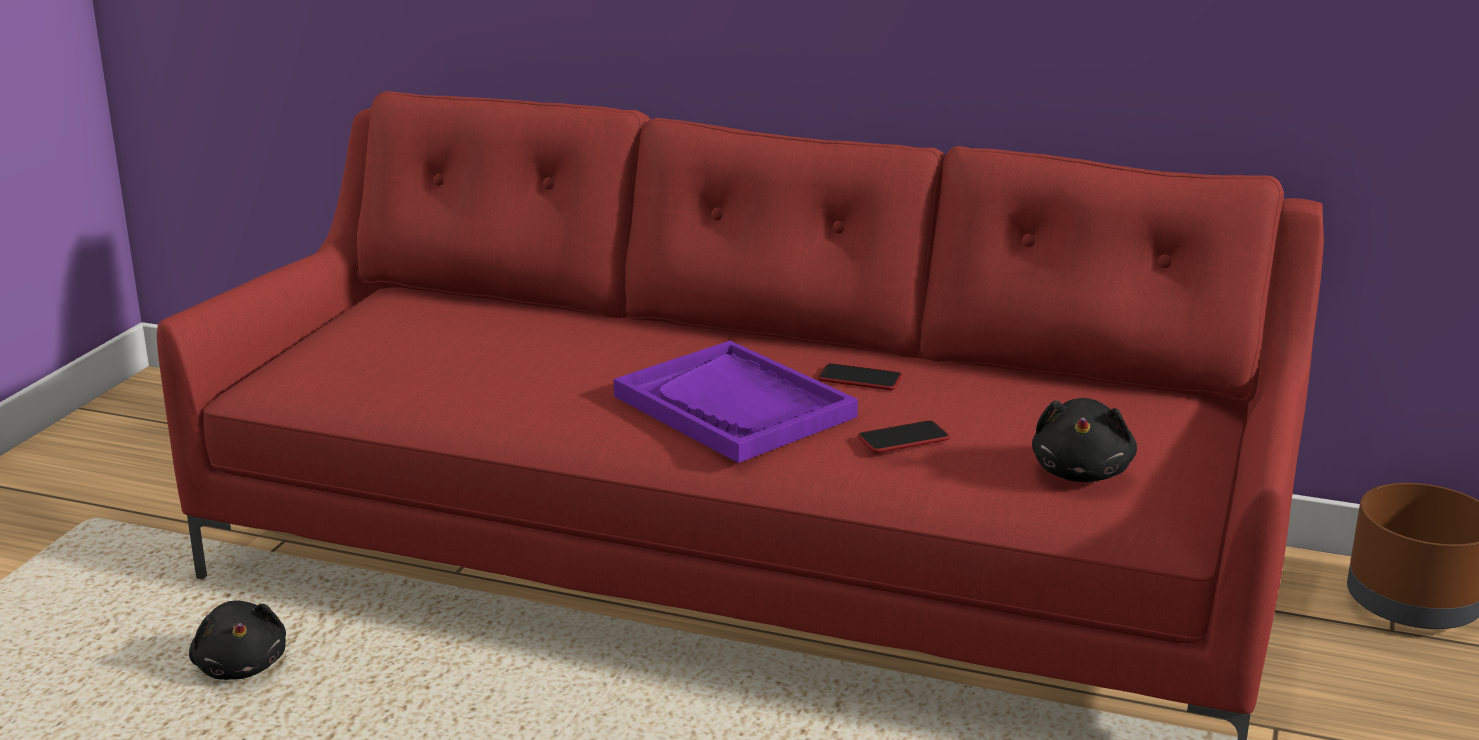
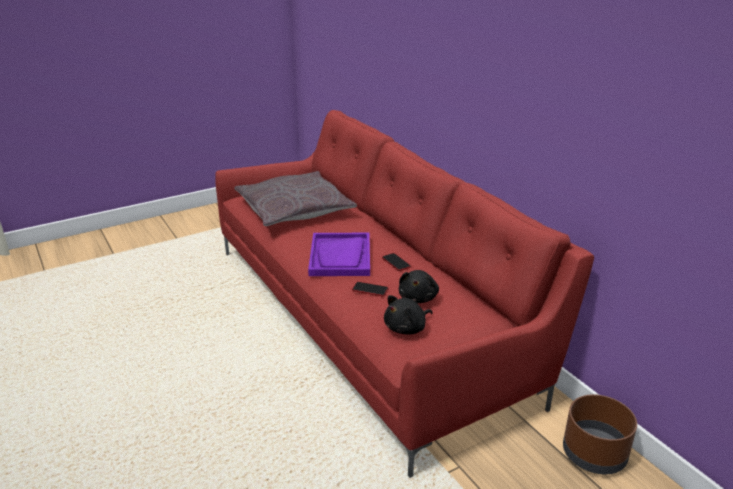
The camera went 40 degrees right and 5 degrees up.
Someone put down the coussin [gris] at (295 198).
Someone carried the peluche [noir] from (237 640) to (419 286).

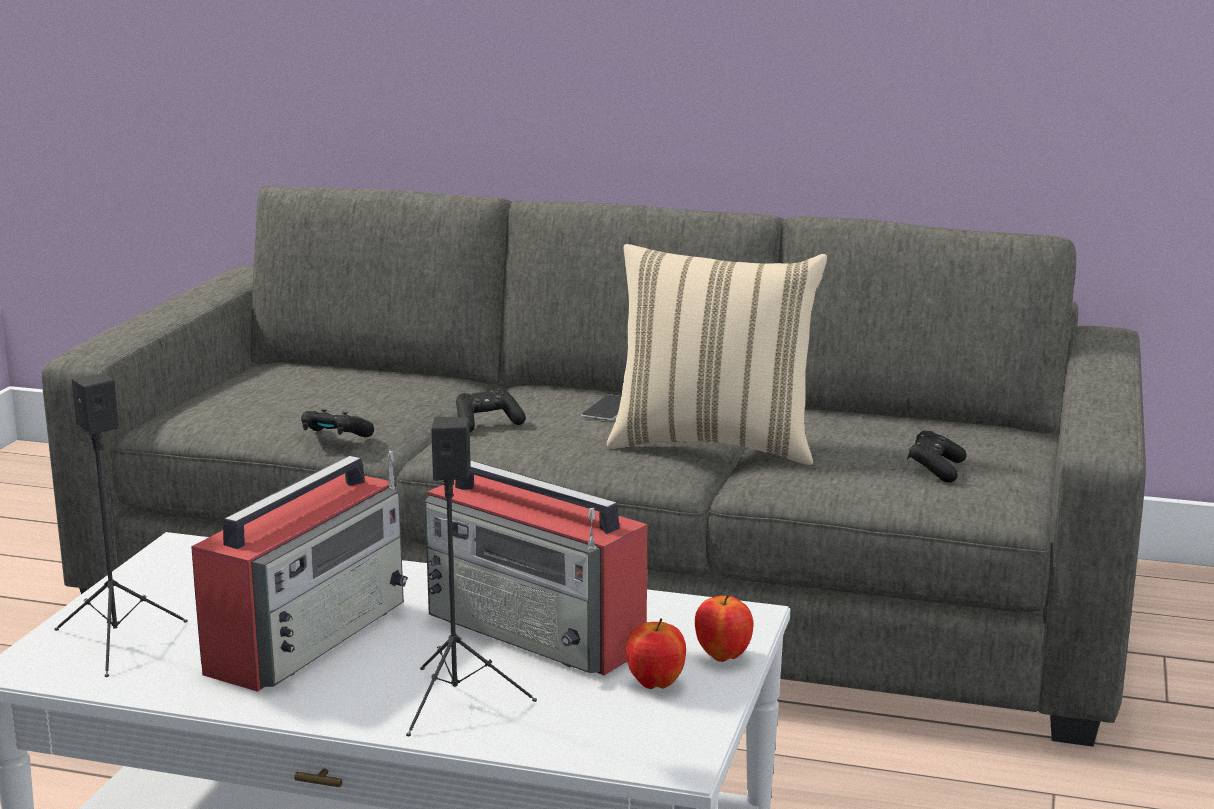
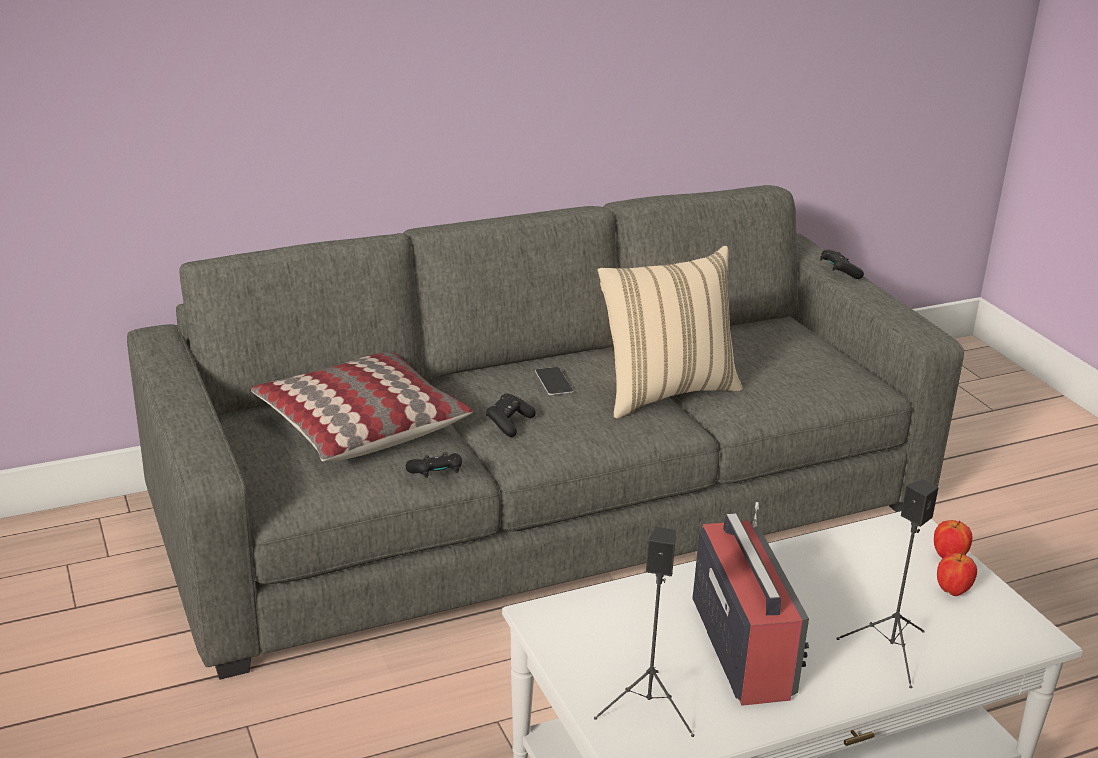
The camera went 40 degrees left and 10 degrees up.
Someone put down the coussin at (362 407).
Someone carried the manette [noir] from (936 456) to (842 264).
Someone took away the radio at (536 567).

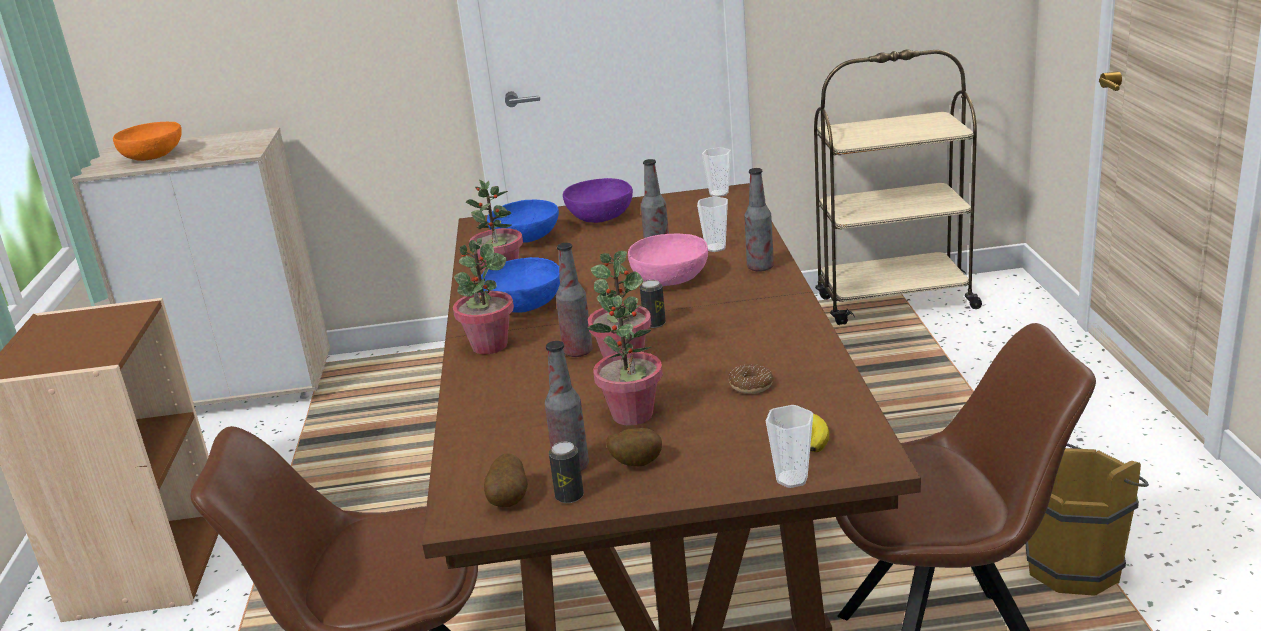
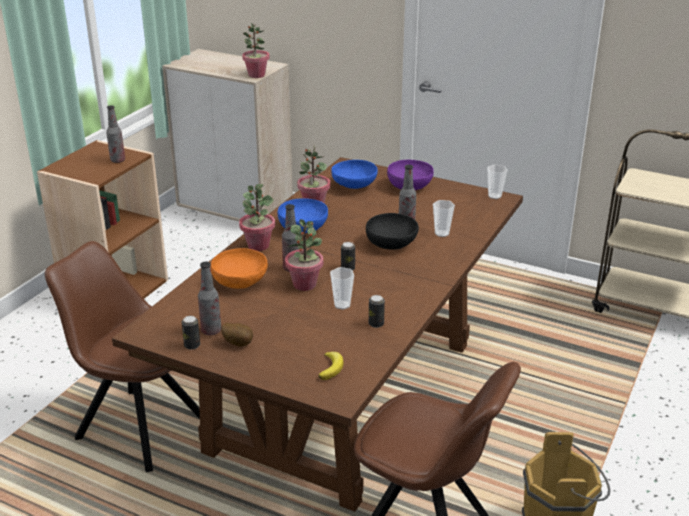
The camera went 30 degrees right and 5 degrees up.
Someone carried the bouteille from (759 220) to (115 134).
Someone carried the bol [orange] from (147 141) to (239 268).
Someone carried the plante en pot from (625 360) to (256 50).
Someone carried the tasse from (789 446) to (342 288).
Someone repainted the bol [rose] at (668 260), which became the bol [noir] at (392 231).
Someone put down the boîte métallique at (377 311).
Someone took away the pomme de terre at (506 480).
Someone took away the beignet at (751 379).

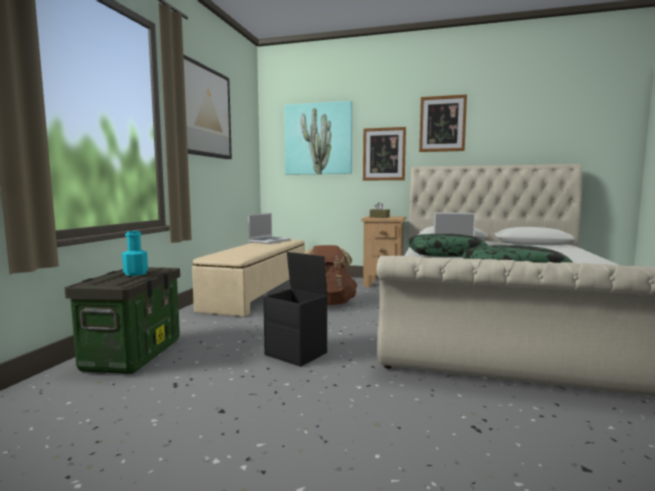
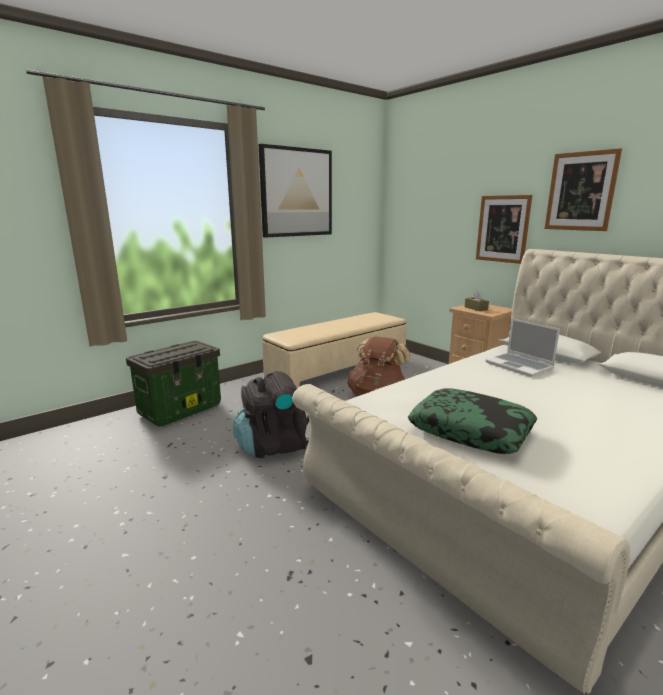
The camera went 35 degrees right and 10 degrees up.
Someone swapped the boîte de rangement [noir] at (295 309) for the sac à dos [noir] at (271 414).
Someone took away the bouteille [turquoise] at (135 253).
Someone took away the ordinateur portable at (269 228).
Someone took away the tableau at (318 138).
Someone took away the coussin at (447 245).

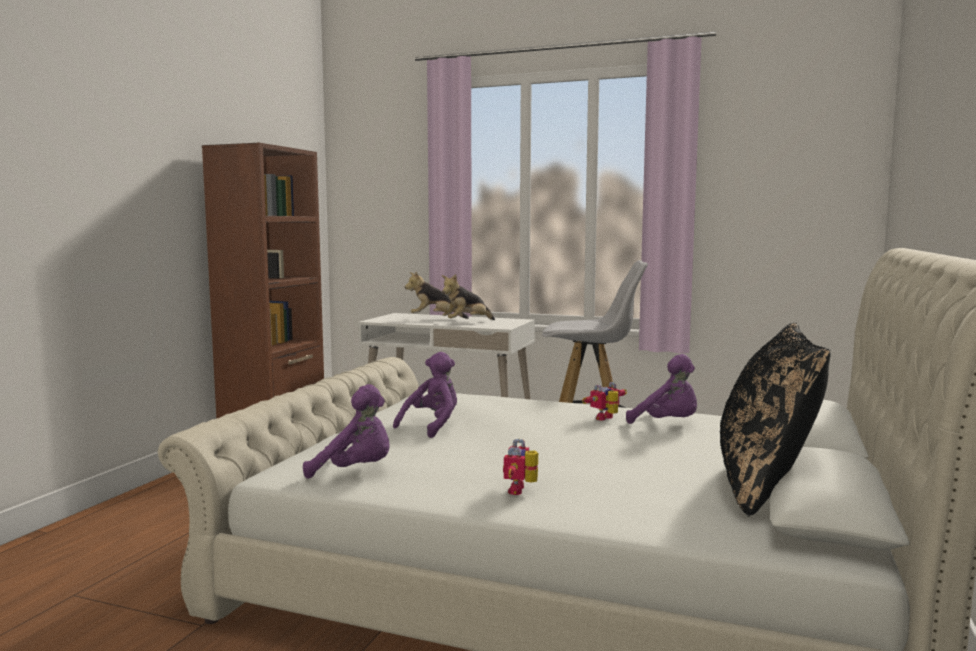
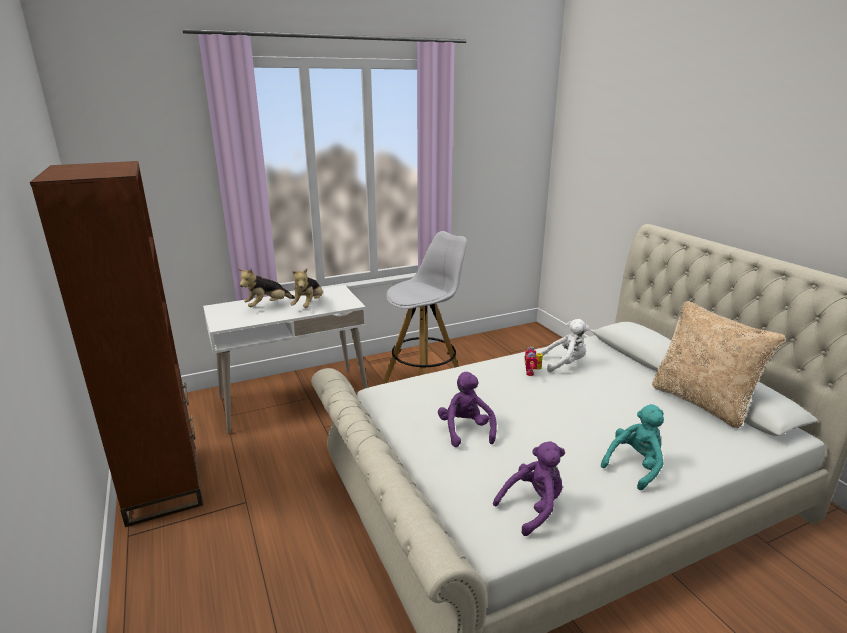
The camera went 45 degrees left and 15 degrees up.
Someone repainted the peluche [violet] at (661 389), which became the peluche [blanc] at (564 346).
Someone swapped the robot jouet at (520 467) for the peluche [turquoise] at (632 447).
Someone repainted the coussin [noir] at (775 419), which became the coussin [beige] at (719 365).

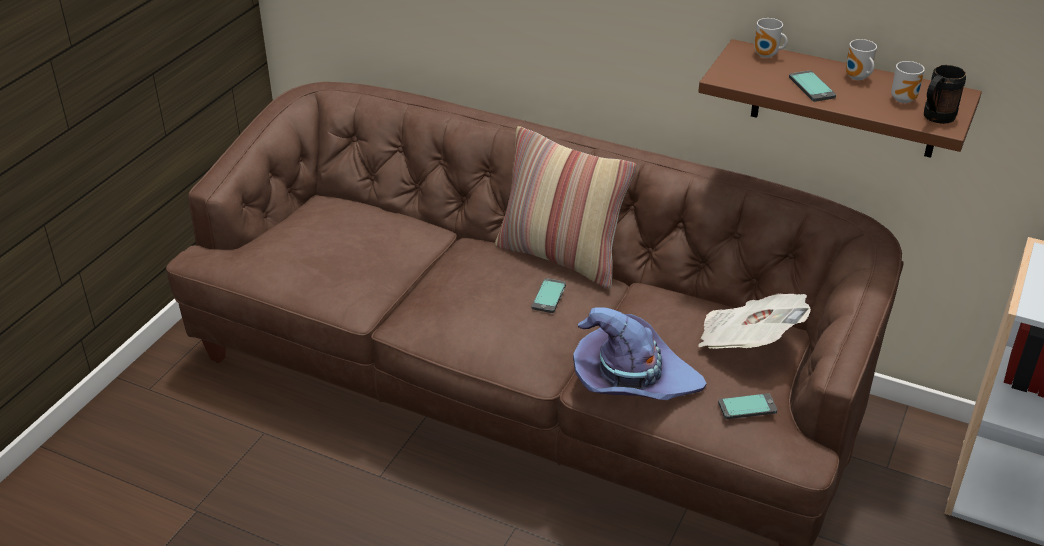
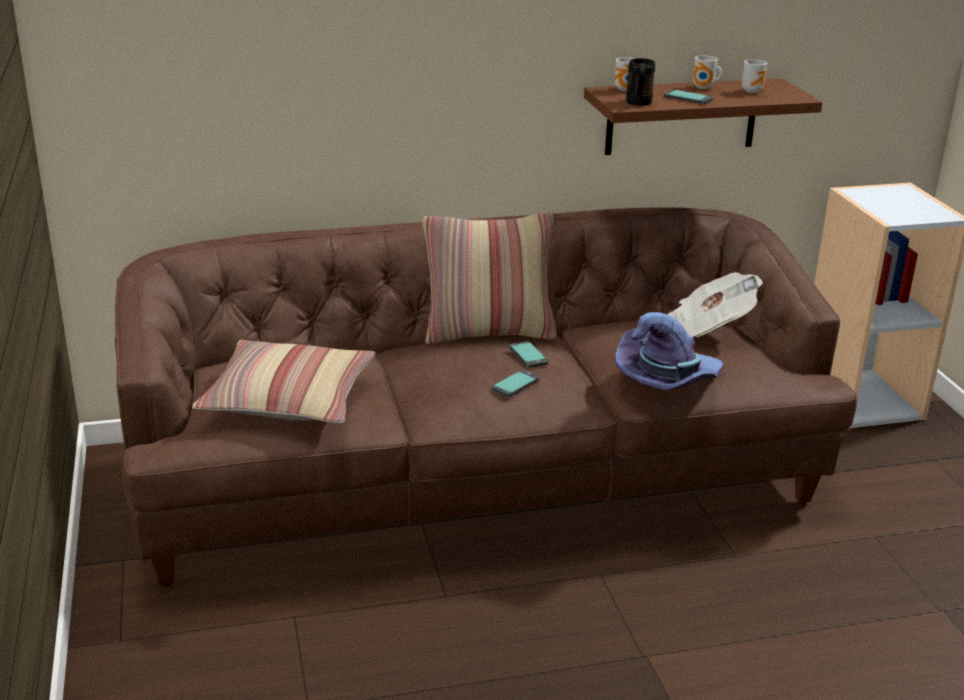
The camera went 40 degrees left and 10 degrees down.
Someone put down the coussin at (284 382).
Someone carried the téléphone from (747 406) to (516 383).
Someone carried the mug [noir] from (945 94) to (640 82).

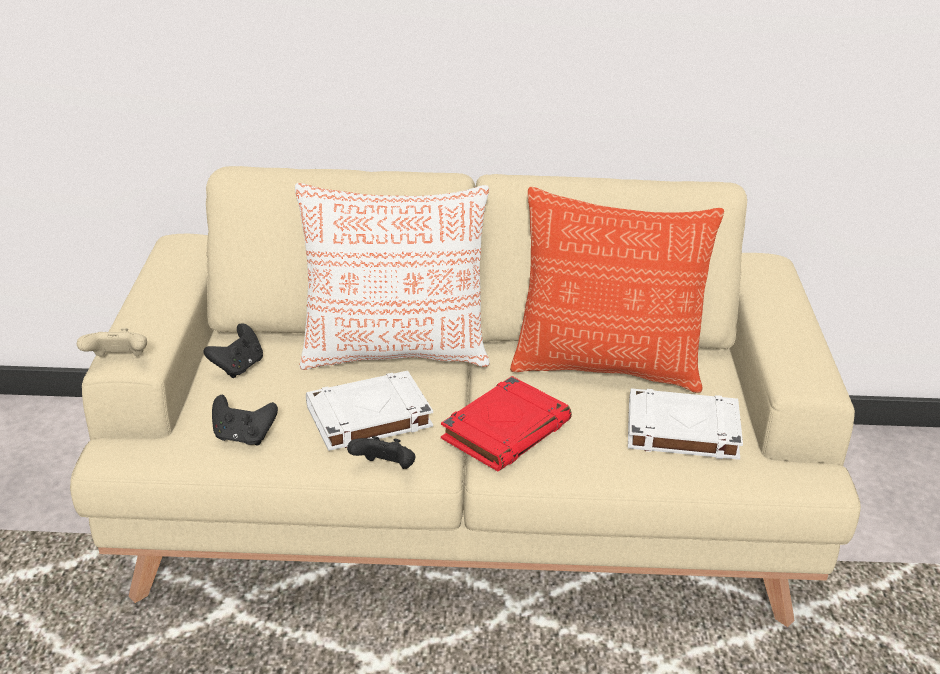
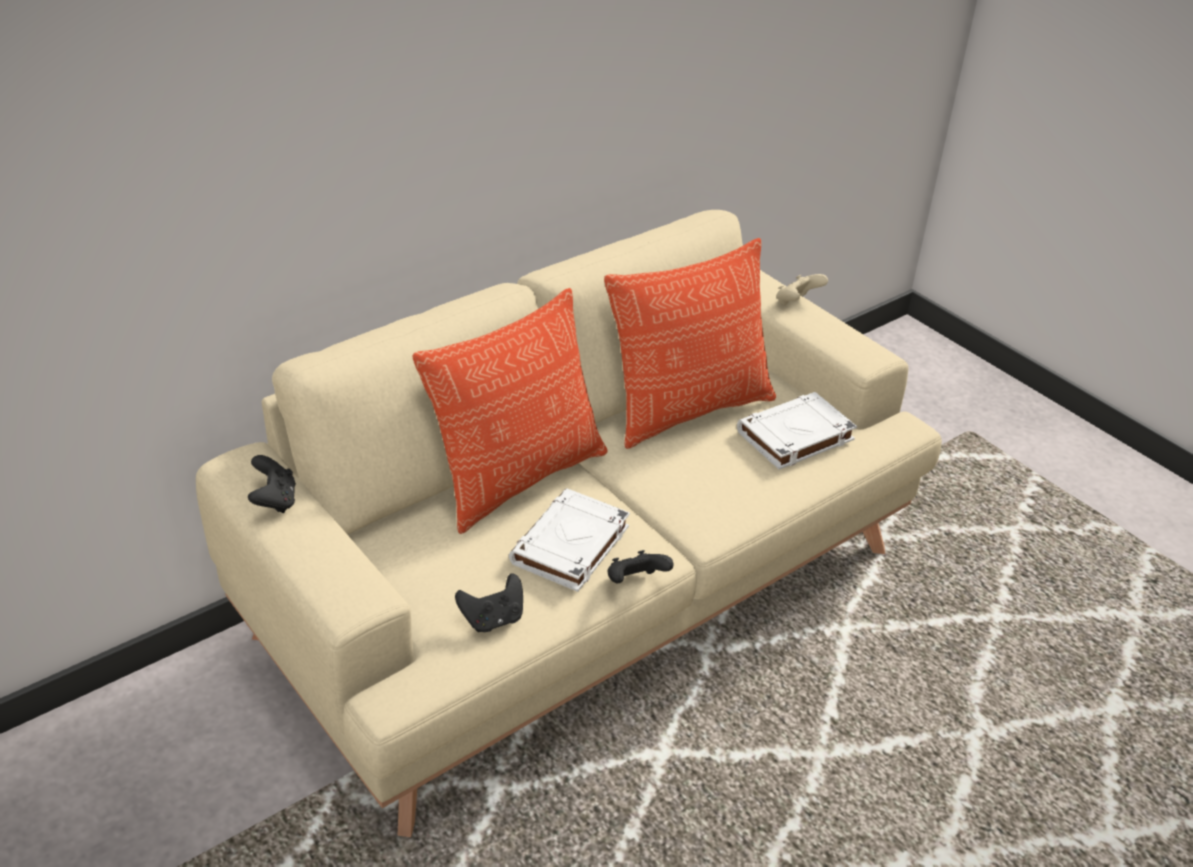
The camera went 40 degrees left and 5 degrees up.
Someone carried the manette [noir] from (233 350) to (272 484).
Someone repainted the coussin [blanc] at (392 276), which became the coussin [orange] at (510 411).
Someone carried the manette [beige] from (112 342) to (802 289).
Someone took away the livre [rouge] at (506 423).

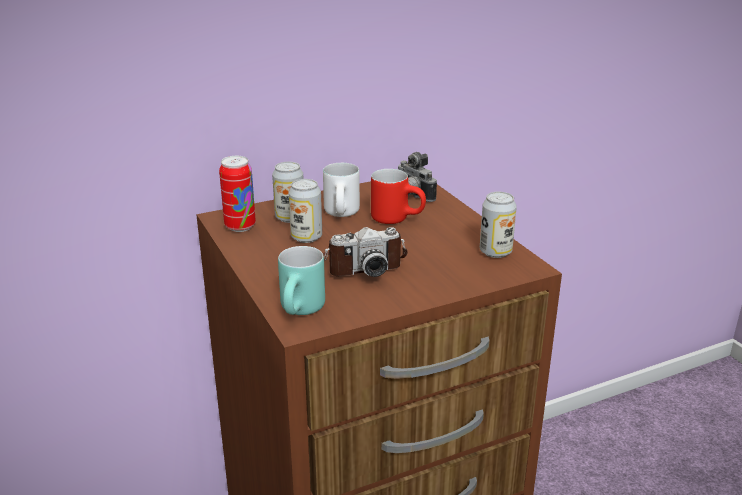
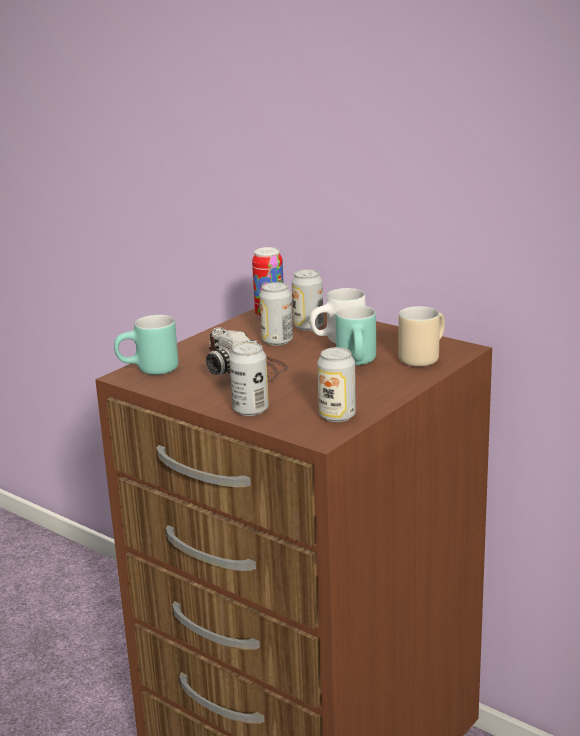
The camera went 65 degrees right and 5 degrees down.
Someone put down the boîte métallique at (249 379).
Someone repainted the mug [rouge] at (398 196), which became the mug [turquoise] at (355 335).
Someone swapped the appareil photo at (417 177) for the mug [beige] at (422 336).

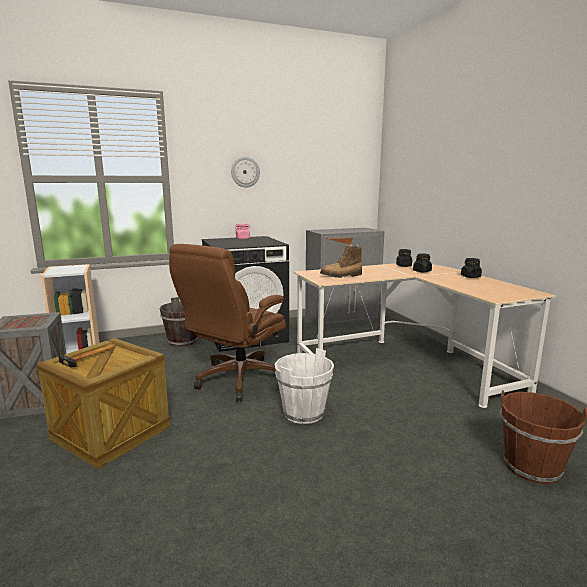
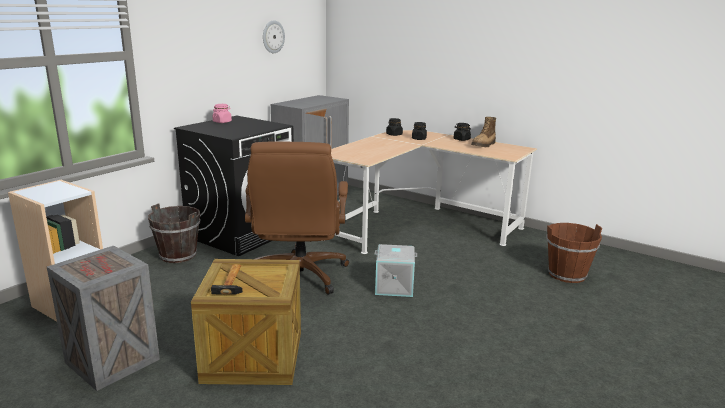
The camera went 35 degrees left and 5 degrees up.
Someone carried the horloge murale from (245 172) to (274 36).
Someone swapped the seau [blanc] at (304 386) for the boîte de rangement [gris] at (396 270).
Someone carried the botte from (341 262) to (483 132).

